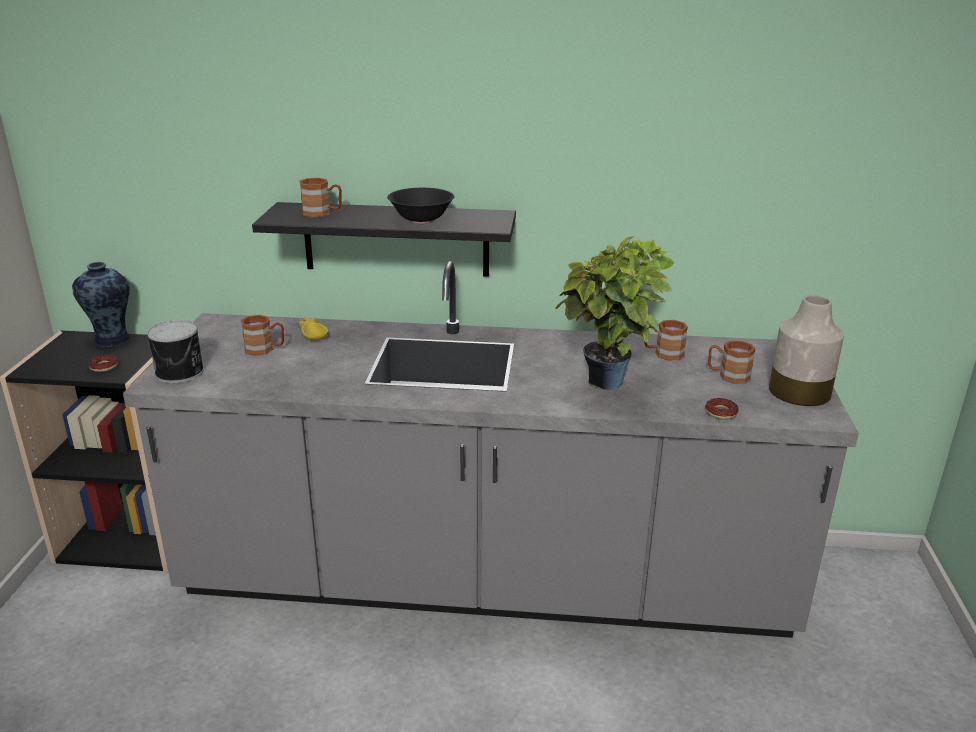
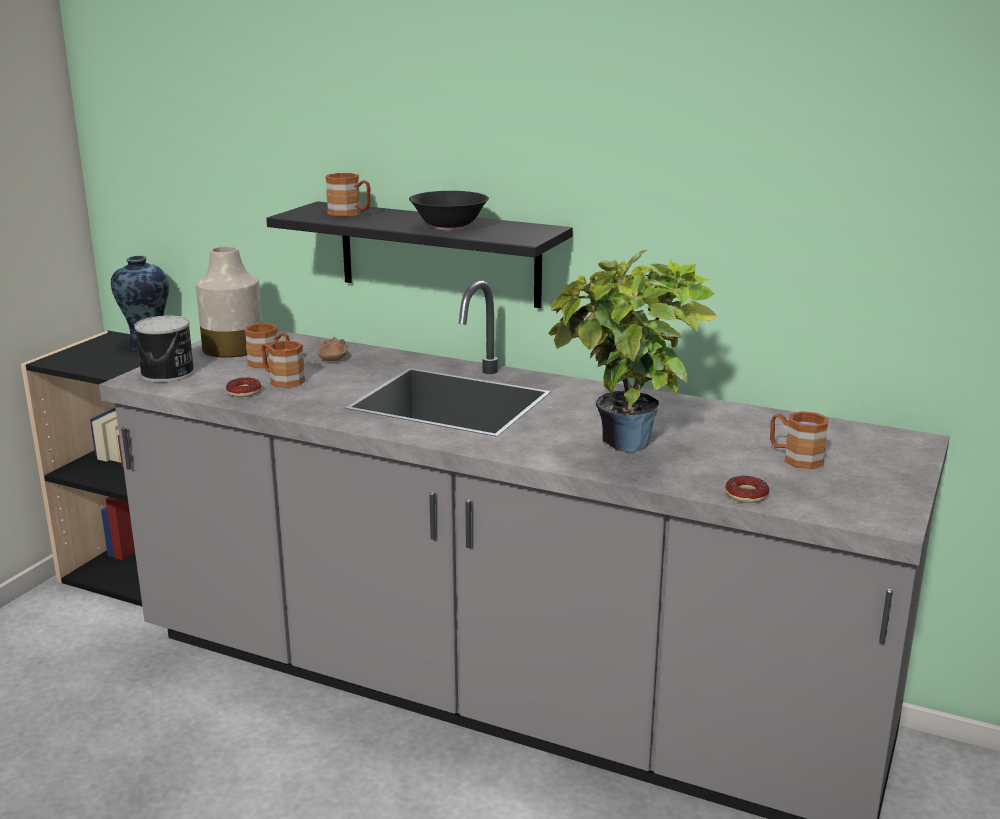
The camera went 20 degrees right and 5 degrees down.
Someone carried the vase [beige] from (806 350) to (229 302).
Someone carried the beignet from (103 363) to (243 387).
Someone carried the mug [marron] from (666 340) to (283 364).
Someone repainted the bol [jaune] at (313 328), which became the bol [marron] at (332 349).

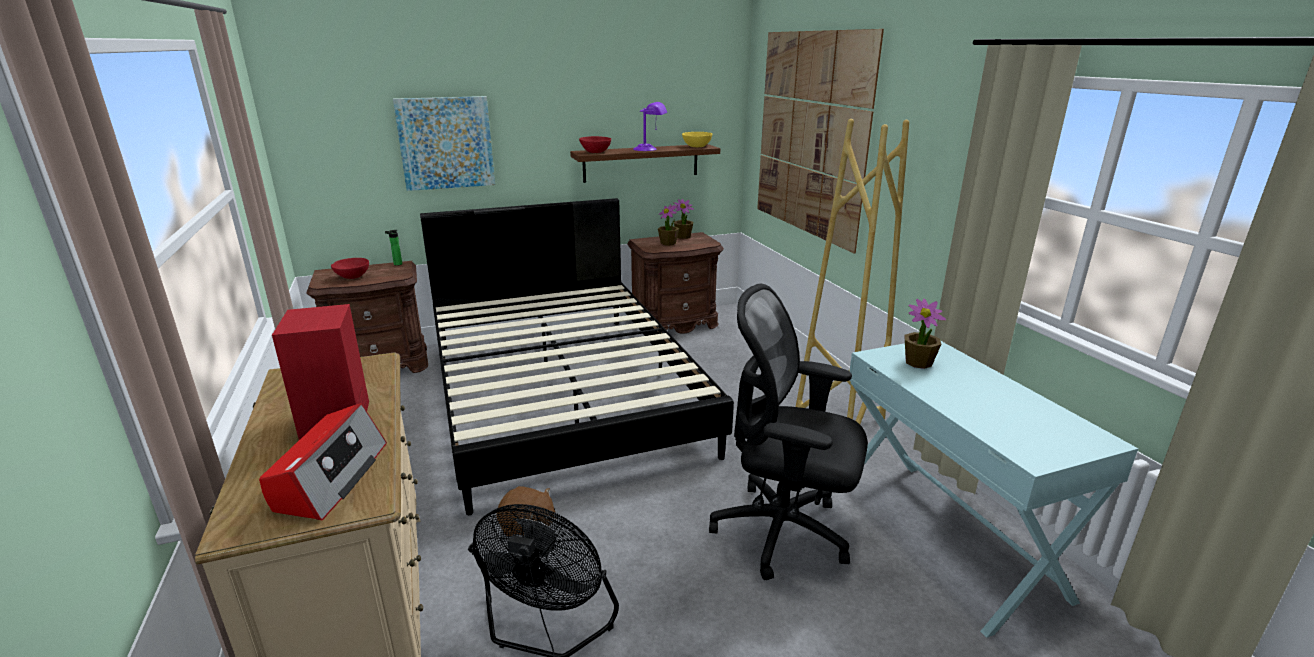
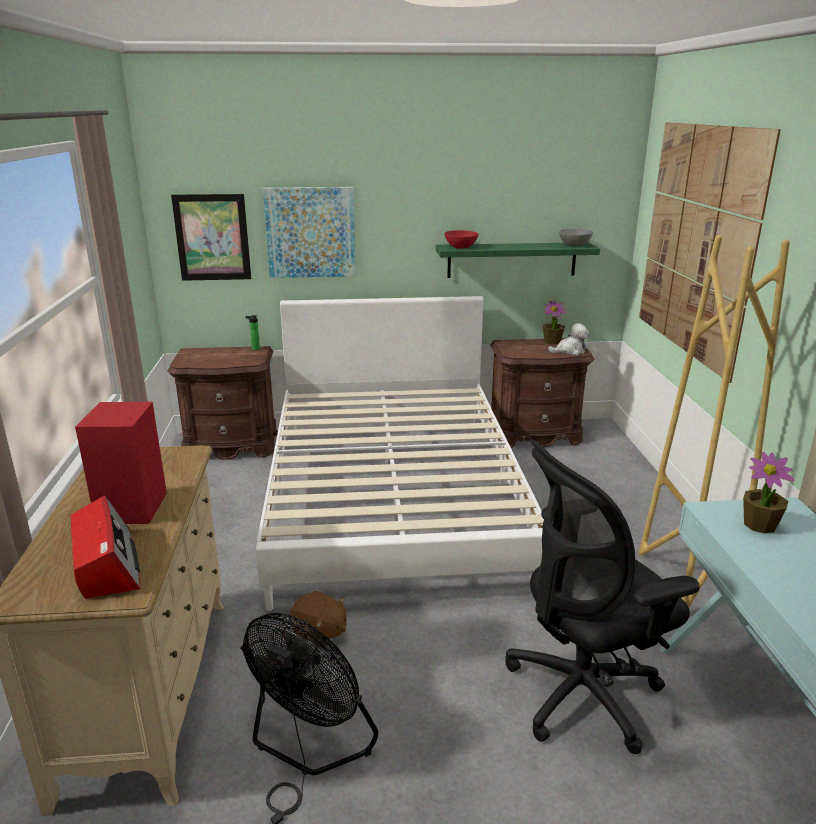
The camera went 15 degrees right and 0 degrees up.
Someone rotated the radio at (323 461) by 45 degrees counterclockwise.
Someone put up the tableau at (211 237).
Someone repainted the lit [noir] at (577 356), which became the lit [blanc] at (400 453).
Someone repainted the étagère [marron] at (645 163), which became the étagère [vert] at (518 260).
Someone rotated the chaise de bureau [noir] at (788 432) by 60 degrees counterclockwise.
Someone put down the peluche at (568 339).
Someone repainted the bol [jaune] at (697 139), which became the bol [gris] at (576 238).
Someone took away the bol [rouge] at (350 268).
Someone took away the lampe de table [violet] at (650 126).
Someone took away the plante en pot at (668 225).

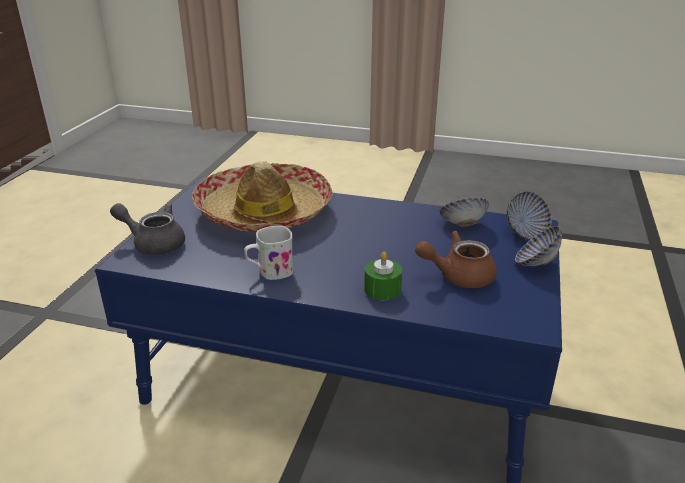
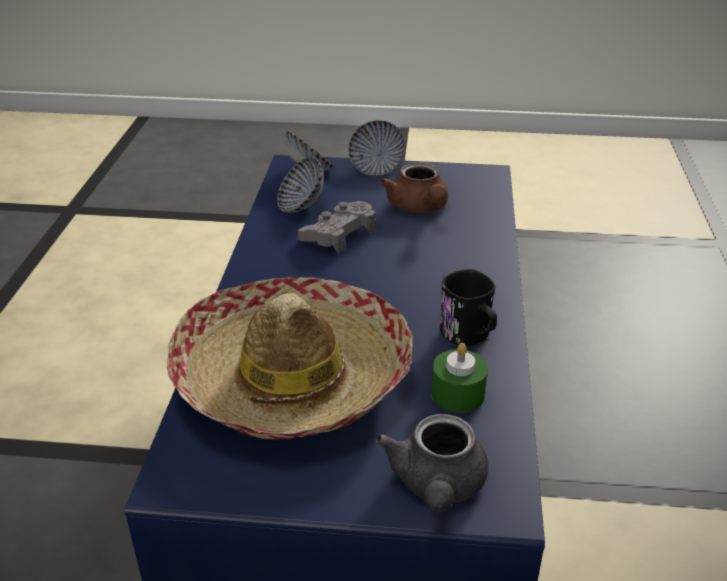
The camera went 100 degrees left and 5 degrees up.
Someone put down the manette [gris] at (337 227).
Someone carried the bougie [vert] from (383 275) to (459 378).
Someone repainted the mug [blanc] at (268 253), which became the mug [noir] at (468 307).

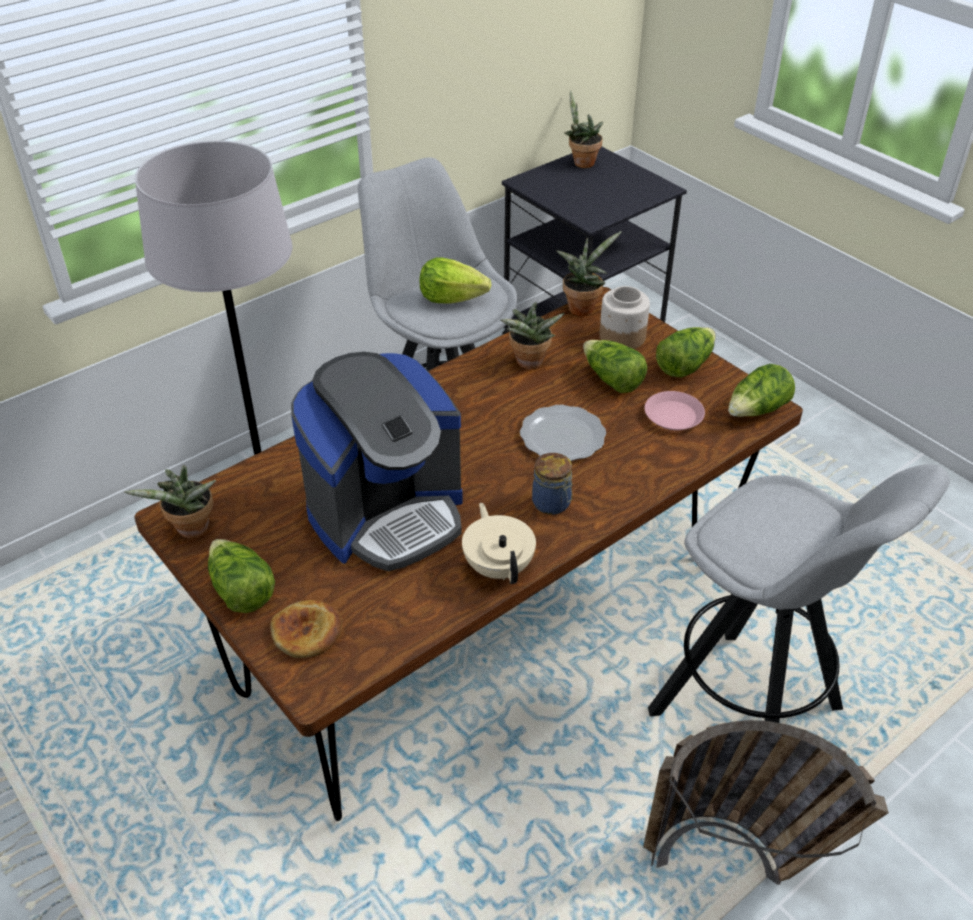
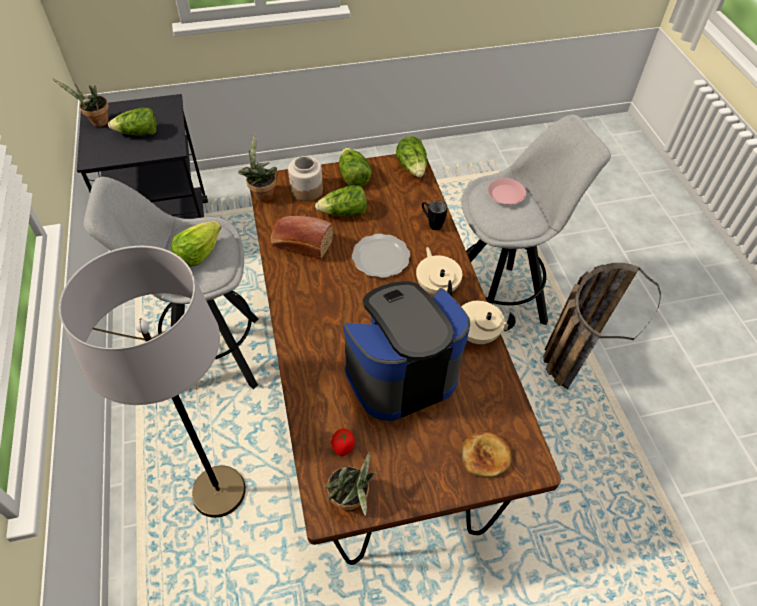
The camera went 65 degrees left and 10 degrees up.
Someone carried the laitue from (241 576) to (132 121).
Someone swapped the plante en pot at (533 335) for the pain at (302 238).
Someone put down the tomate at (343 442).
Someone rotated the machine à café at (377 461) by 105 degrees counterclockwise.
Someone swapped the bocal at (552 484) for the théière [beige] at (439 271).
Someone put down the mug [noir] at (434 215).
Someone carried the assiette [rose] from (674 410) to (507 191).

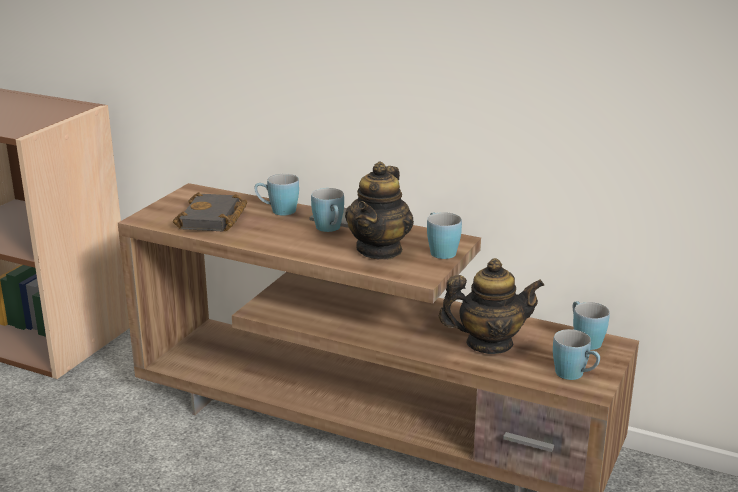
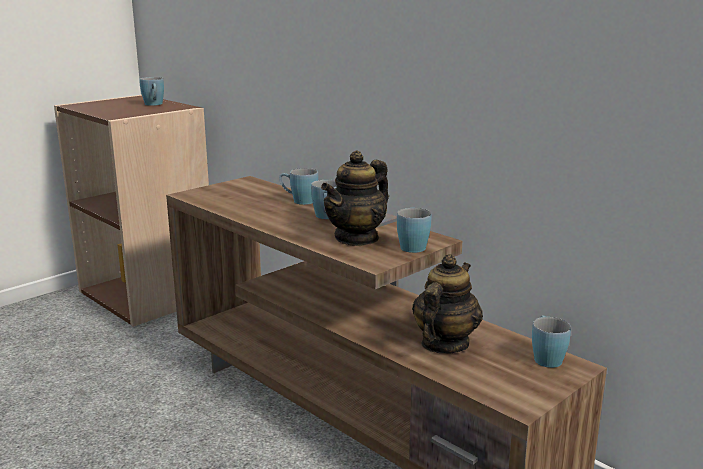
The camera went 20 degrees right and 5 degrees down.
Someone carried the mug [bleu] from (576 354) to (151 91).
Someone rotated the théière at (491 306) by 75 degrees counterclockwise.
Someone took away the livre [noir] at (210 211).

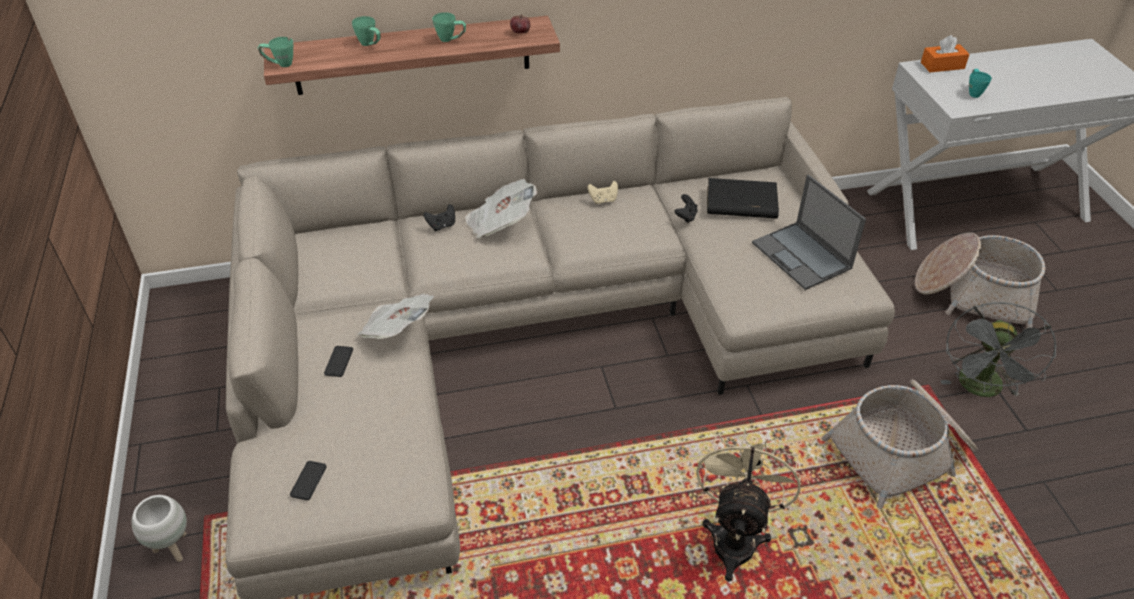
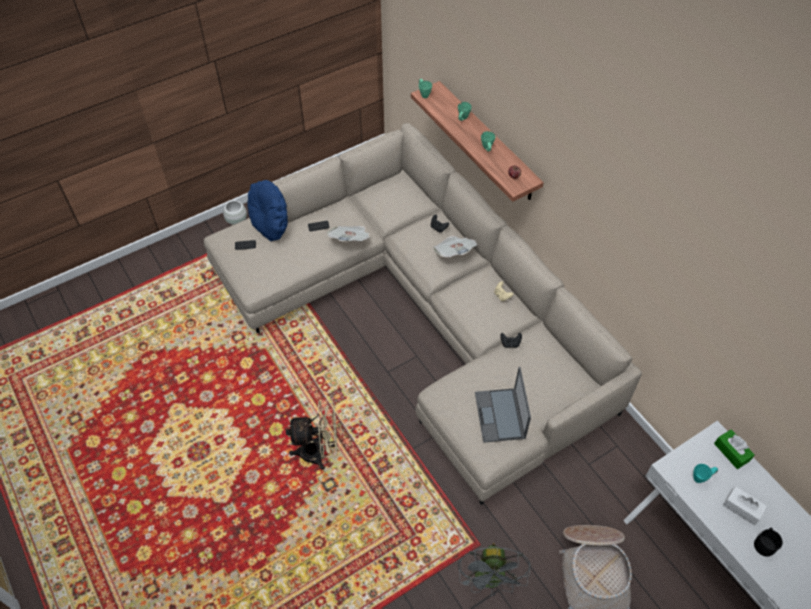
The camera went 70 degrees right and 10 degrees up.
Someone put down the coussin [bleu] at (267 210).
Someone rotated the ventilateur [gris] at (998 349) by 90 degrees counterclockwise.
Someone rotated the ordinateur portable at (809 232) by 45 degrees counterclockwise.
Someone repainted the boîte à mouchoirs [orange] at (945 53), which became the boîte à mouchoirs [vert] at (734 449).
Someone put down the boîte à mouchoirs [blanc] at (745 506).
Someone put down the mug [noir] at (768 542).
Someone took away the livre [noir] at (743 198).
Someone took away the panier at (900 444).

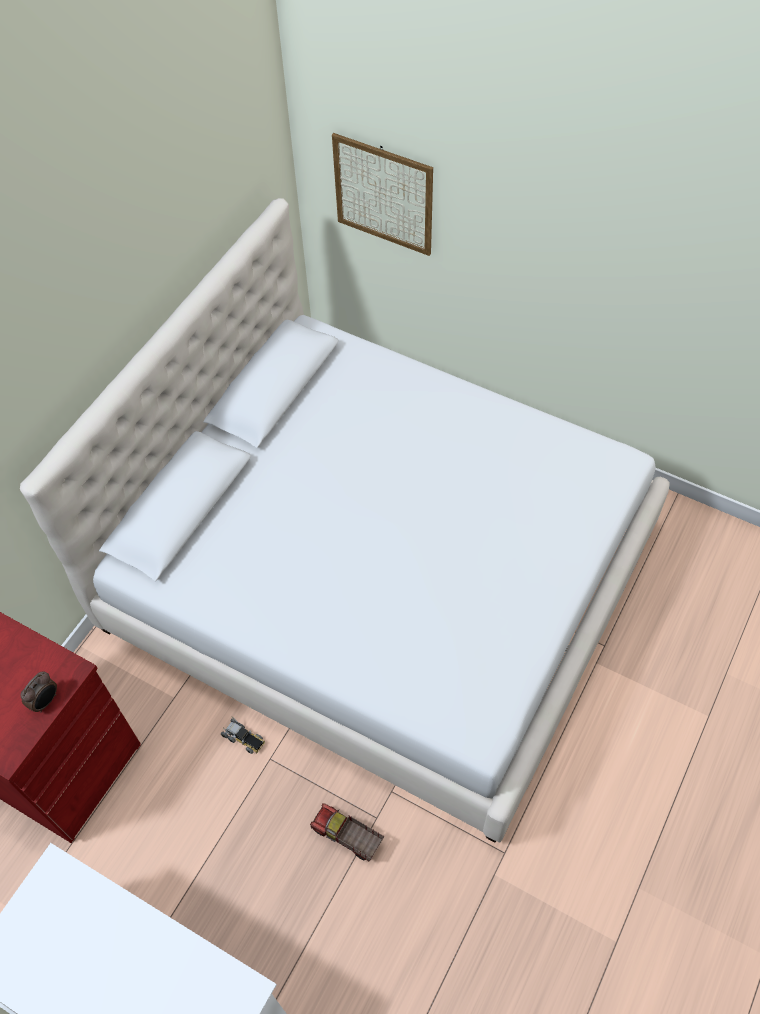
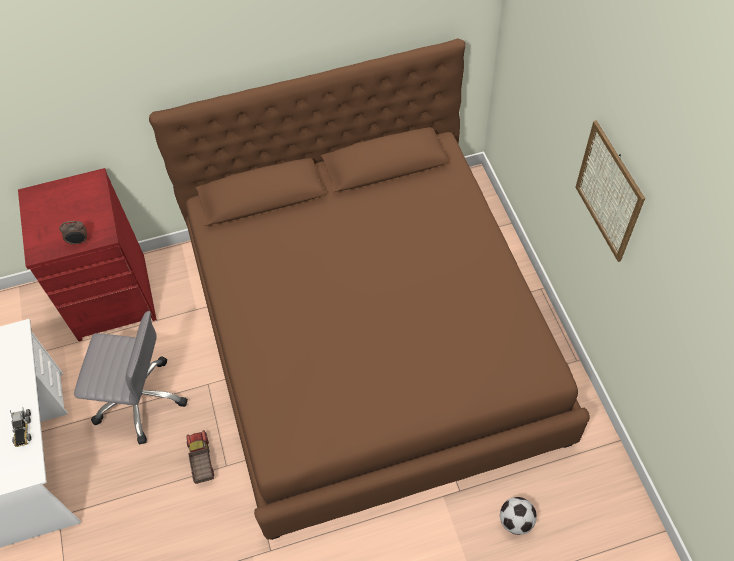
The camera went 45 degrees right and 0 degrees up.
Someone carried the camion jouet from (243 735) to (21 427).
Someone put down the chaise de bureau [gris] at (131 378).
Someone repainted the lit [blanc] at (345 520), which became the lit [marron] at (369 289).
Someone put down the ballon de foot at (518 516).
Someone carried the tableau from (382 194) to (610 191).

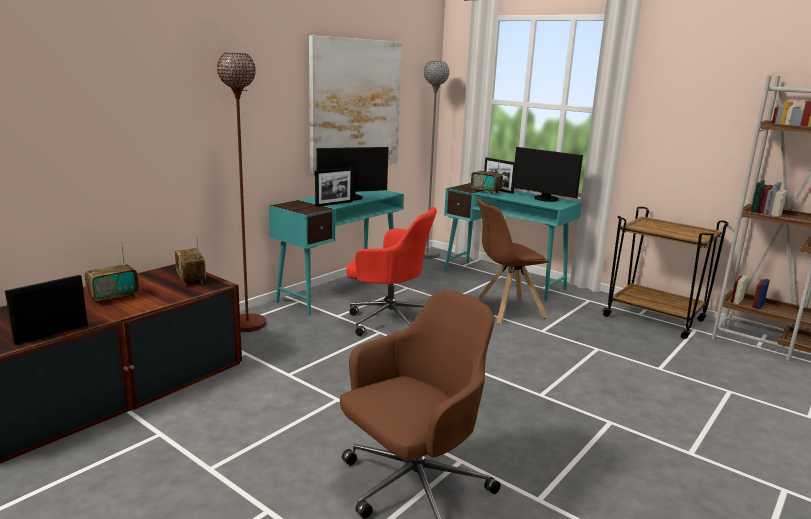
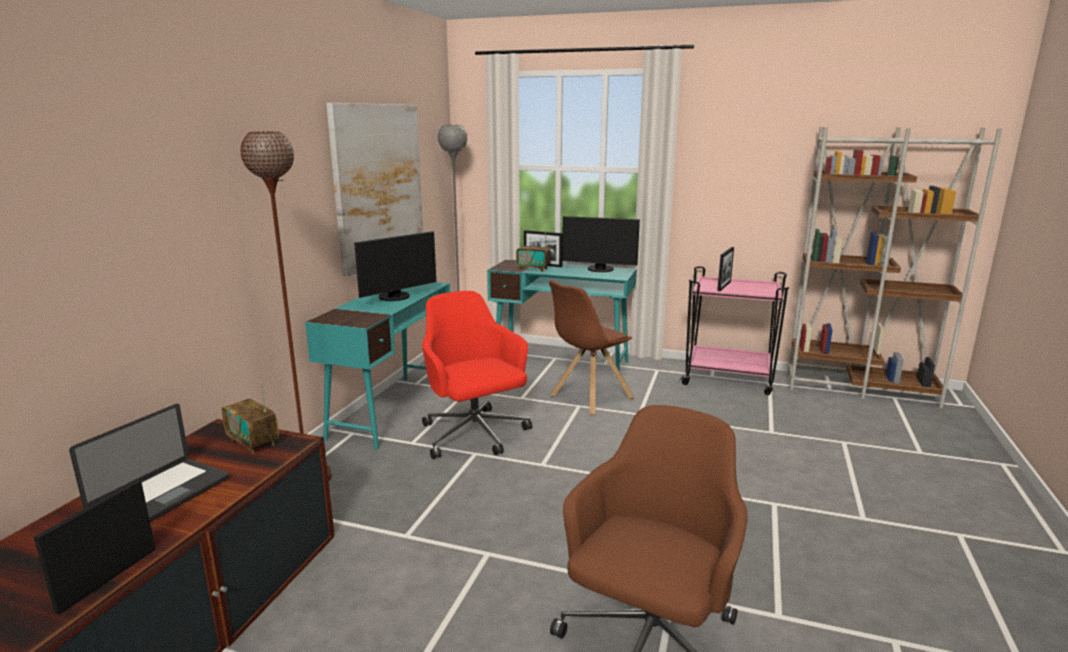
The camera went 20 degrees left and 0 degrees up.
Someone swapped the radio at (111 273) for the ordinateur portable at (149 463).
Someone rotated the chaise de bureau [rouge] at (391 271) by 120 degrees counterclockwise.
Someone repainted the chariot [marron] at (664 273), which became the chariot [rose] at (734 330).
Someone carried the cadre photo from (334 187) to (725 269).

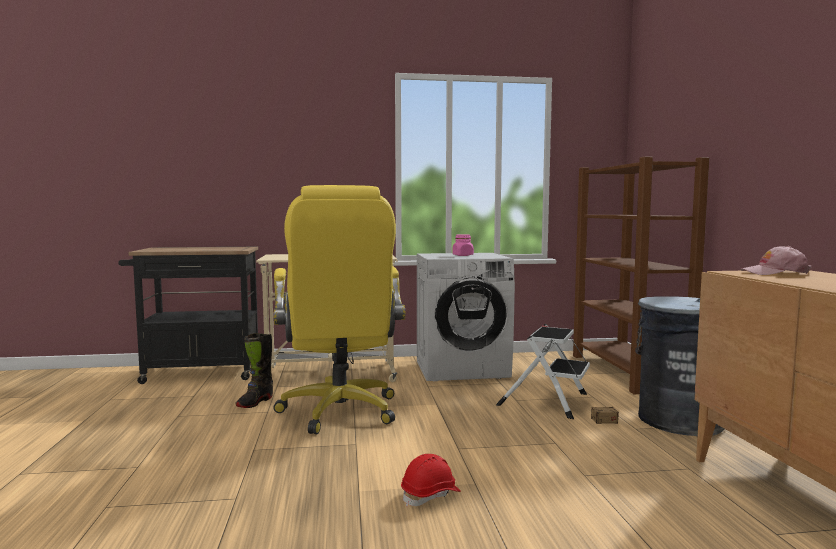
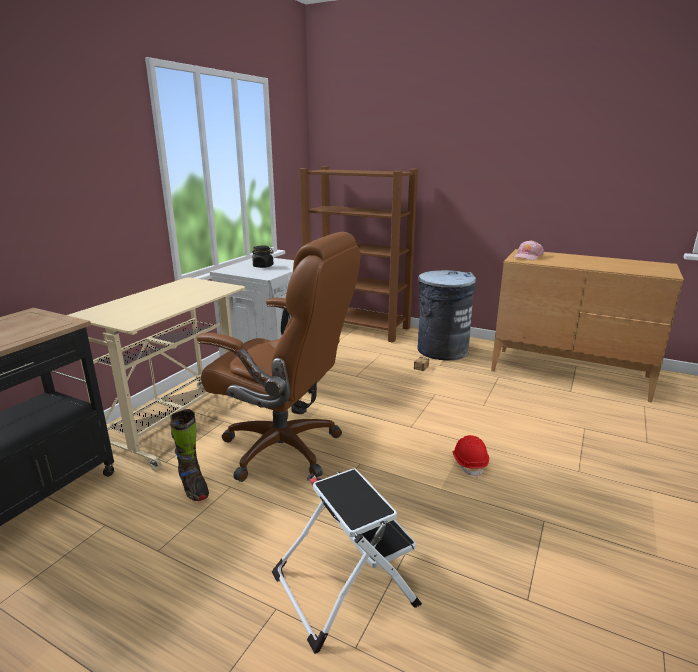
The camera went 55 degrees left and 15 degrees up.
Someone repainted the chaise de bureau [jaune] at (339 309), which became the chaise de bureau [marron] at (278 357).
Someone repainted the bocal [rose] at (463 245), which became the bocal [noir] at (263 256).
Someone carried the escabeau from (543 371) to (347 561).

